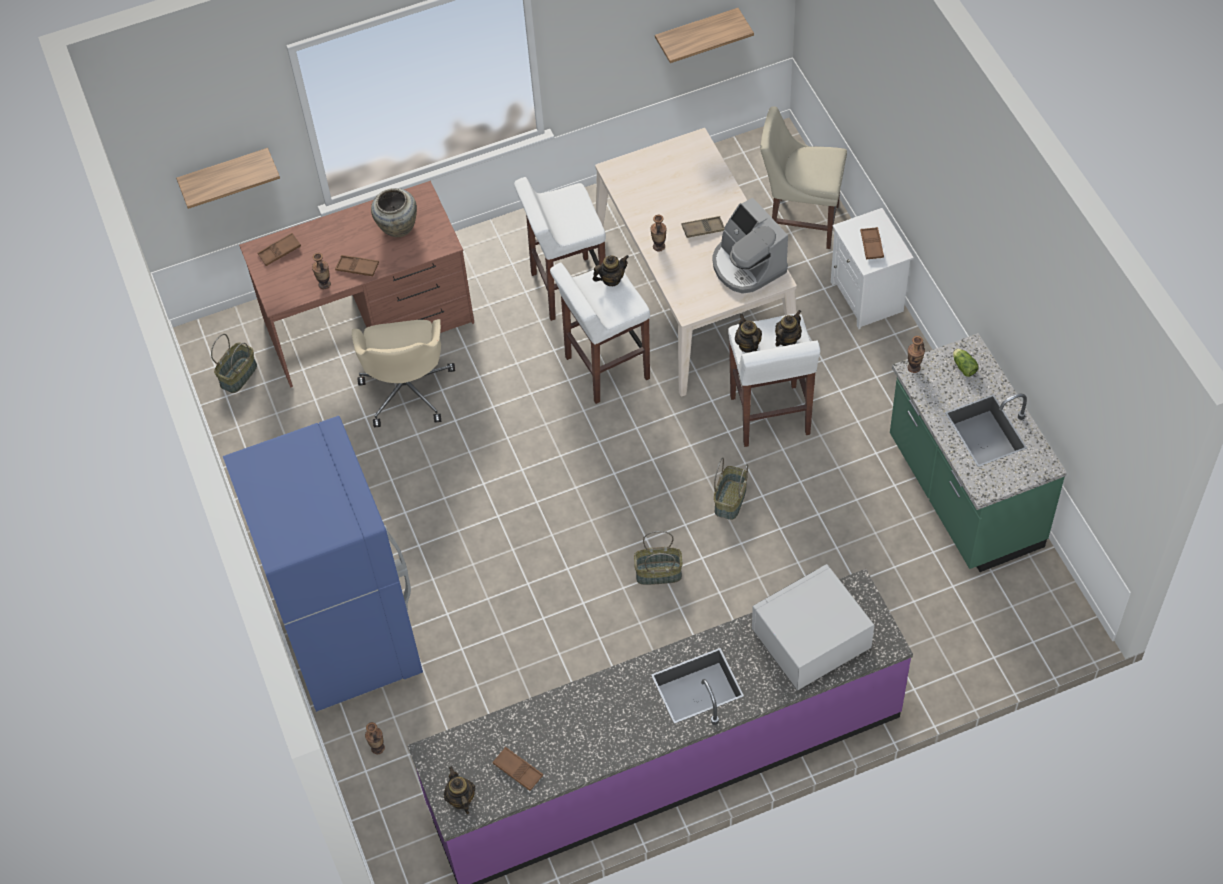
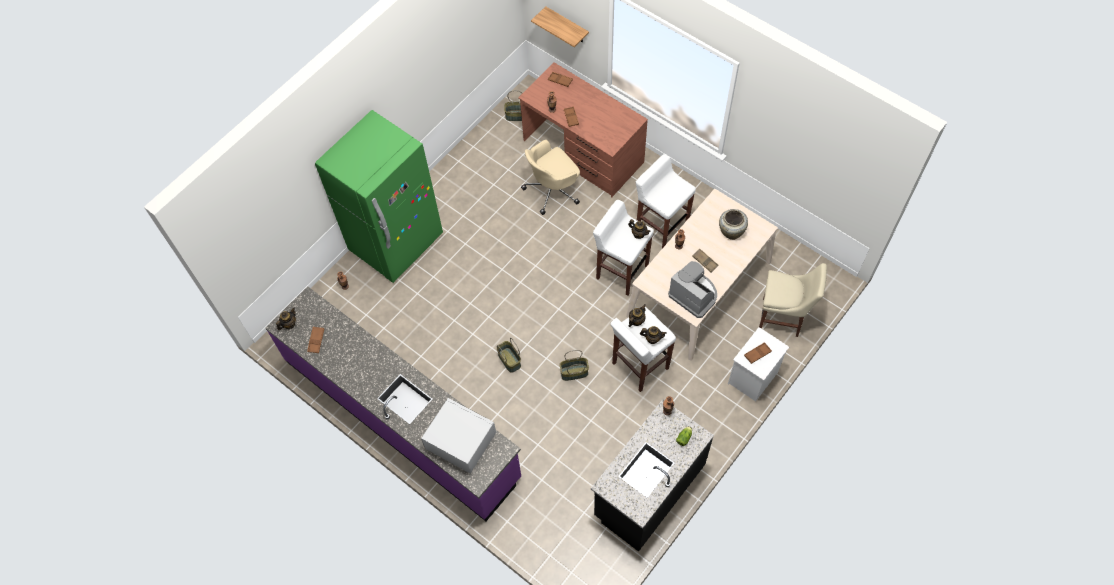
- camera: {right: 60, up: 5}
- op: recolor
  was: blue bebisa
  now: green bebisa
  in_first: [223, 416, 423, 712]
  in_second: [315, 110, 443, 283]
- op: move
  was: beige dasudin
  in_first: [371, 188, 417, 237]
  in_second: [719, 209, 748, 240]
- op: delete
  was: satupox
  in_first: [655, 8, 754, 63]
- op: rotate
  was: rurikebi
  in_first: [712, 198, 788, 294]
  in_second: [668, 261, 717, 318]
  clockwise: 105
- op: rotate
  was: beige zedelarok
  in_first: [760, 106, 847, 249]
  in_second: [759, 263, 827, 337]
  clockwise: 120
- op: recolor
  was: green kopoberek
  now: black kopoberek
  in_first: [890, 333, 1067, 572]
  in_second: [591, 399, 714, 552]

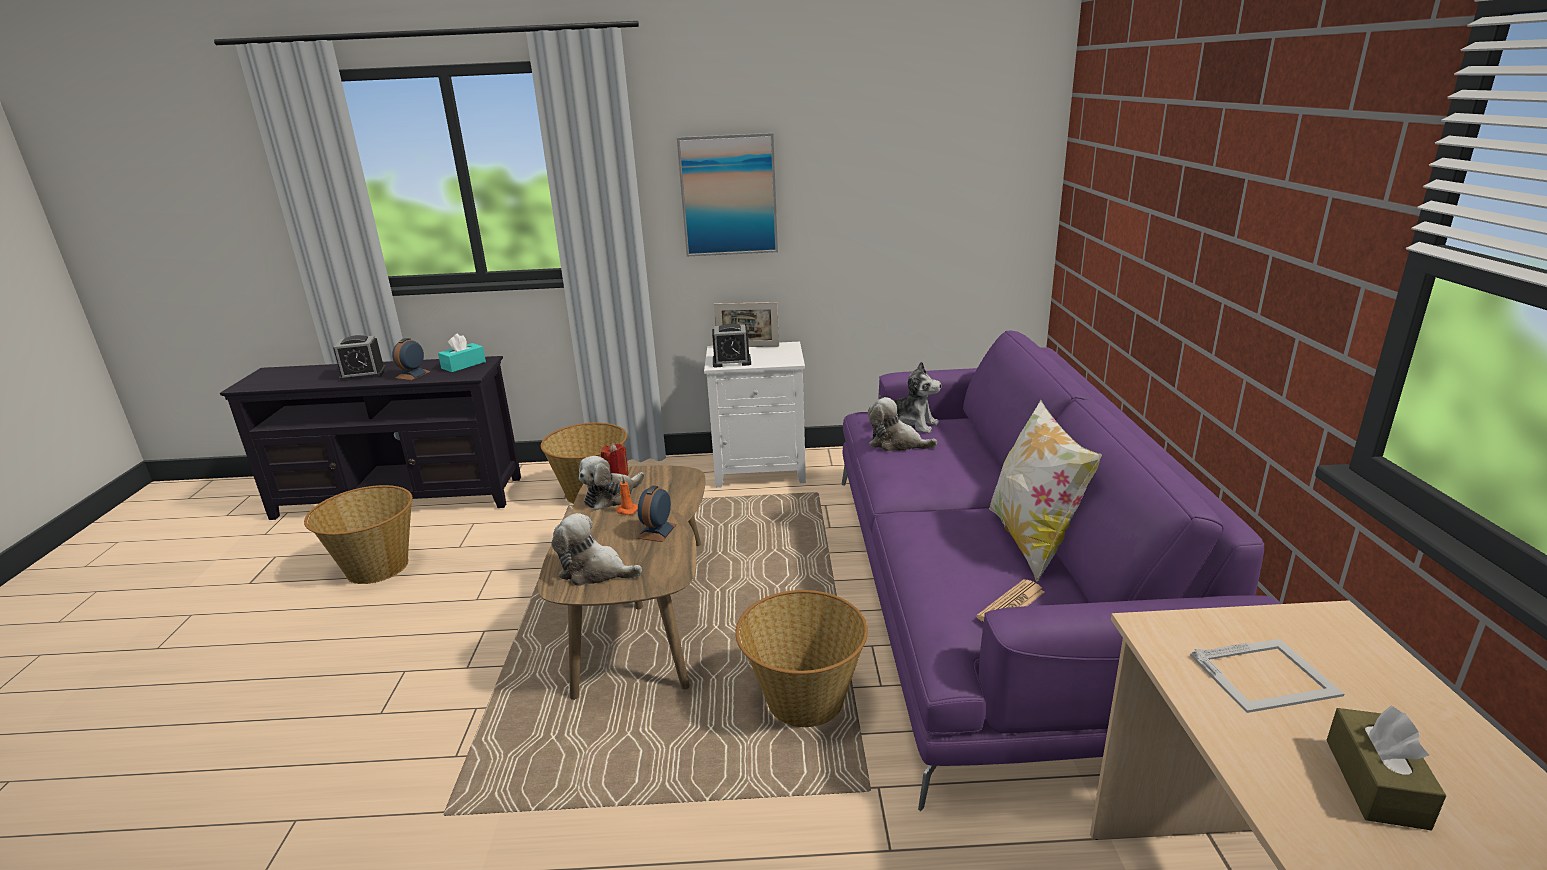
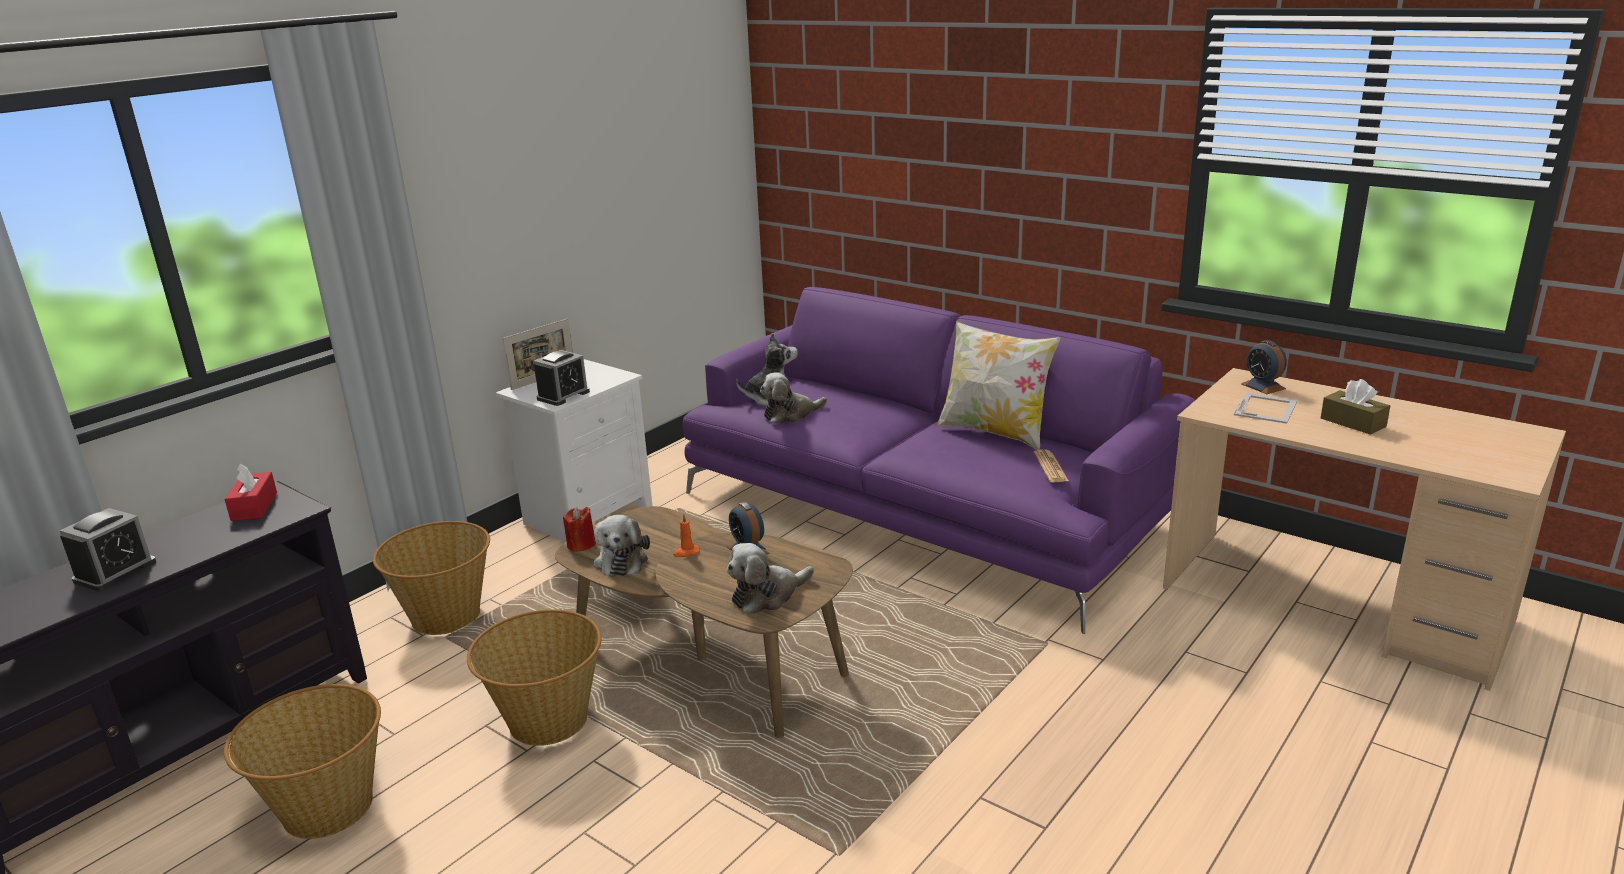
- camera: {right: -50, up: 0}
- op: move
  was: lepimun
  in_first: [392, 338, 431, 380]
  in_second: [1241, 340, 1287, 394]
- op: recolor
  was: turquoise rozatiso
  now: red rozatiso
  in_first: [438, 333, 486, 372]
  in_second: [224, 463, 277, 521]
- op: delete
  was: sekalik
  in_first: [677, 133, 778, 256]
- op: move
  was: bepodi
  in_first: [735, 590, 868, 727]
  in_second: [467, 609, 602, 746]

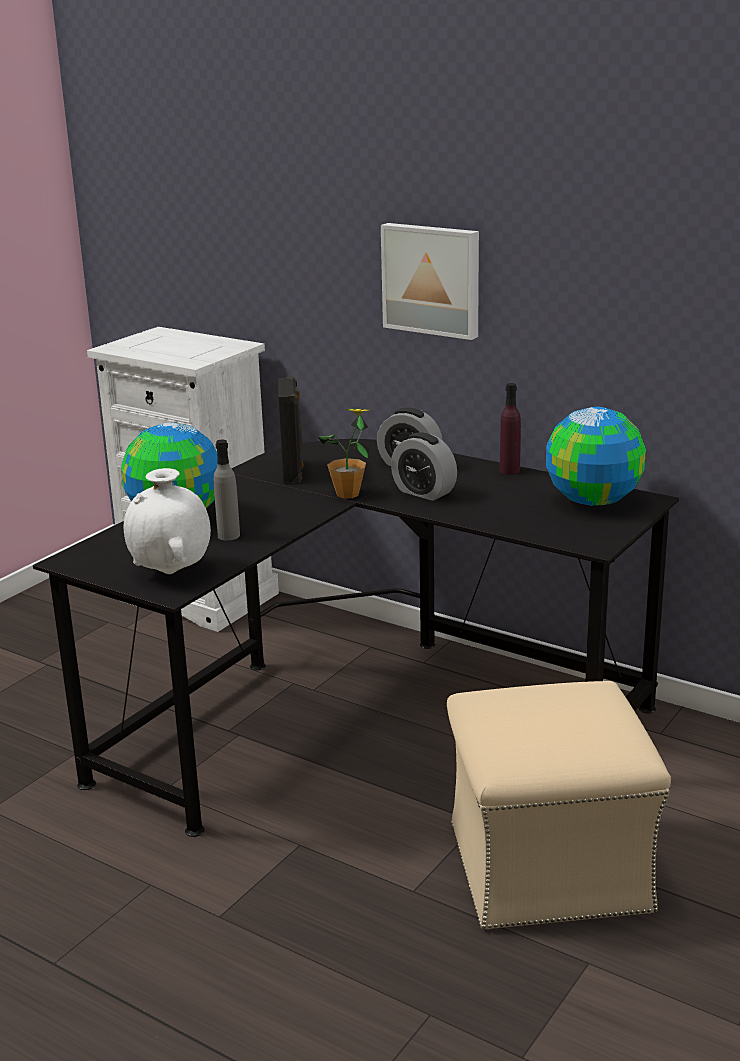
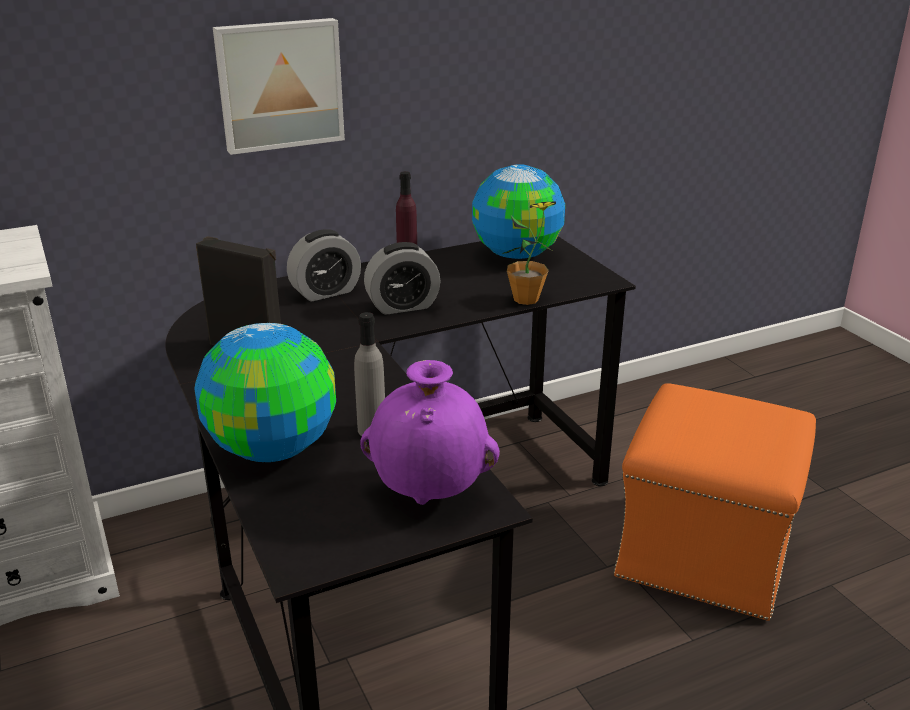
- camera: {right: -60, up: 5}
- op: recolor
  was: white dasudin
  now: purple dasudin
  in_first: [124, 468, 211, 574]
  in_second: [360, 360, 500, 505]
- op: move
  was: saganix
  in_first: [317, 409, 371, 499]
  in_second: [502, 201, 556, 305]
- op: recolor
  was: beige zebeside
  now: orange zebeside
  in_first: [447, 681, 671, 930]
  in_second: [614, 383, 816, 621]

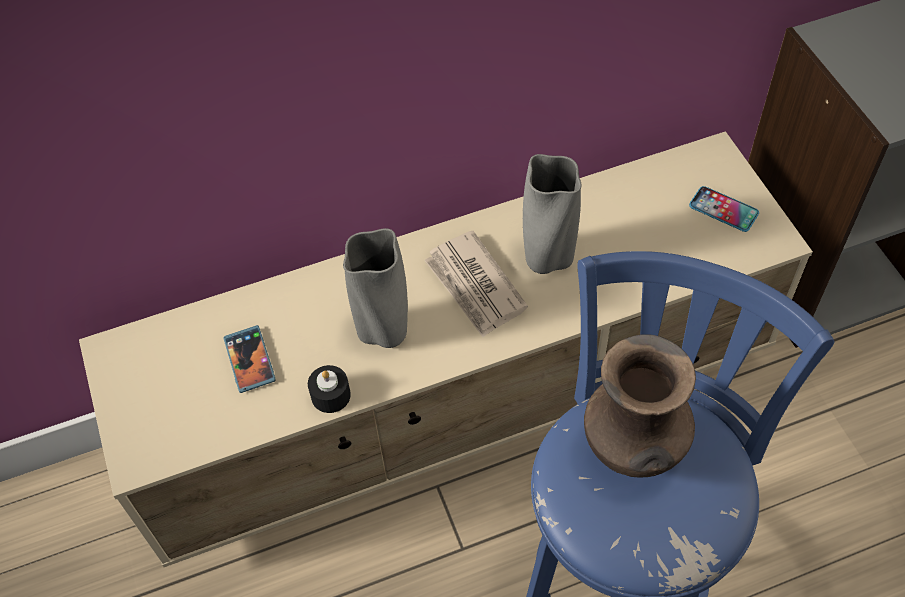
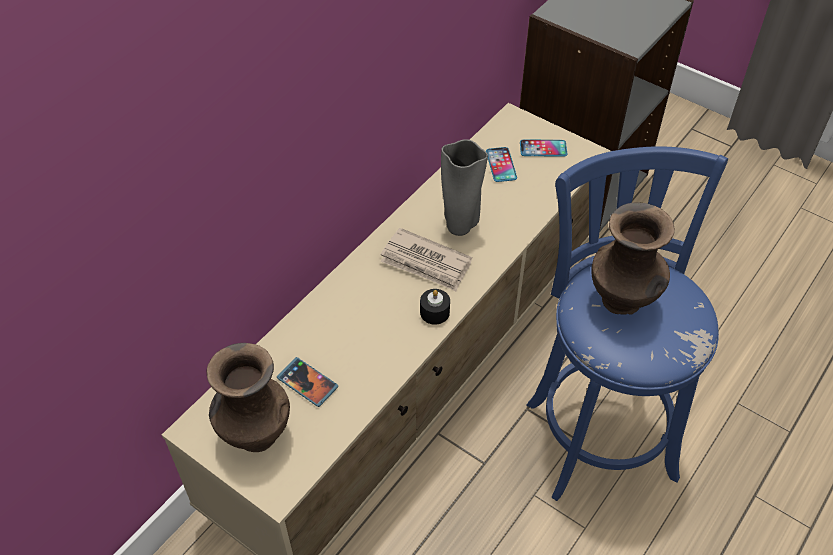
- camera: {right: -35, up: -5}
- op: move
  was: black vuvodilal
  in_first: [308, 365, 351, 413]
  in_second: [420, 289, 450, 325]
- op: delete
  was: grey dasudin
  in_first: [343, 228, 408, 348]
- op: insert
  now: brown dasudin
  in_second: [207, 343, 290, 452]
- op: insert
  now: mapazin
  in_second: [486, 147, 517, 182]

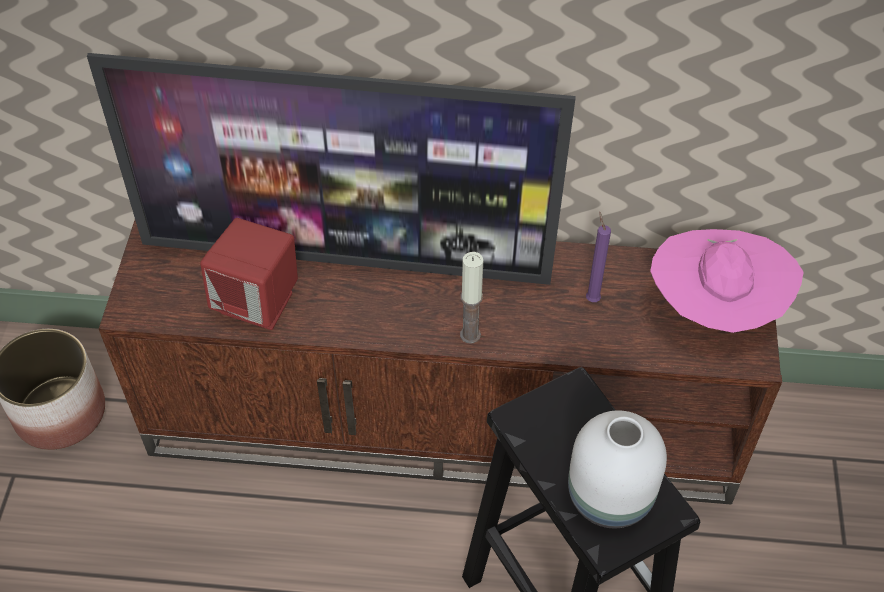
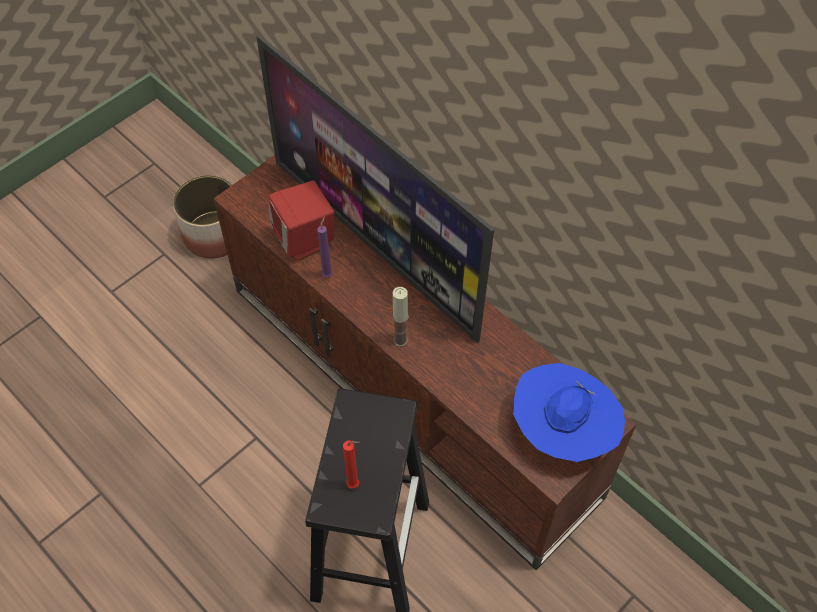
- camera: {right: 40, up: 5}
- op: replace
  was: white dasudin
  now: red vuvodilal
  in_first: [568, 411, 667, 528]
  in_second: [343, 441, 360, 489]
- op: move
  was: purple vuvodilal
  in_first: [586, 212, 611, 302]
  in_second: [317, 216, 333, 278]
- op: recolor
  was: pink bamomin
  now: blue bamomin
  in_first: [650, 229, 804, 333]
  in_second: [514, 363, 625, 462]

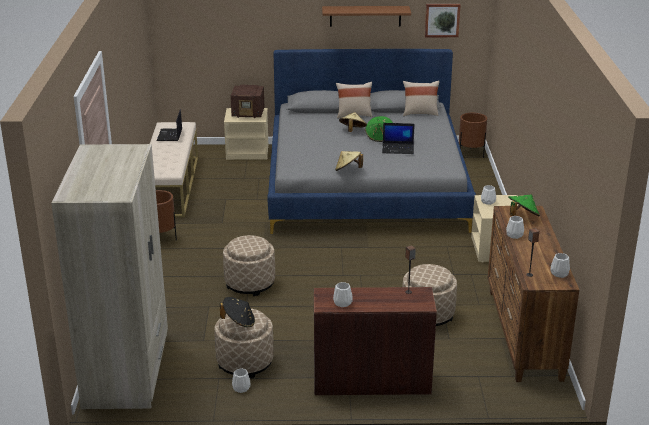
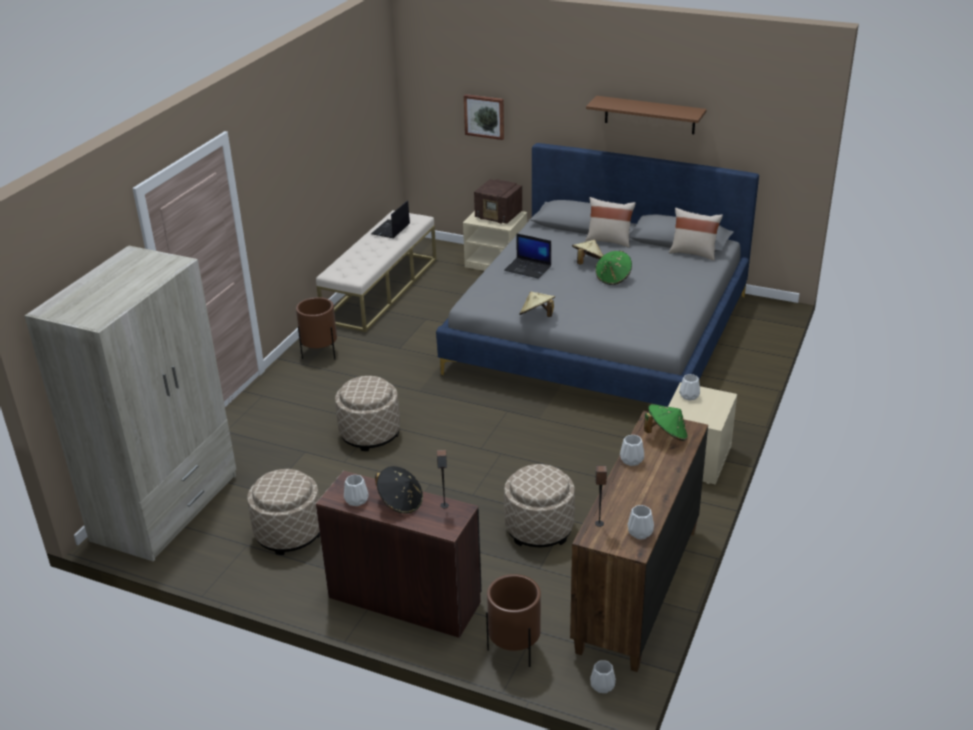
- camera: {right: 25, up: 5}
- op: move
  was: black bamomin
  in_first: [220, 297, 255, 327]
  in_second: [375, 466, 423, 513]
- op: move
  was: white dasudin
  in_first: [232, 369, 251, 393]
  in_second: [590, 660, 616, 693]
- op: move
  was: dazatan
  in_first: [382, 123, 415, 154]
  in_second: [504, 233, 551, 279]
- op: move
  was: sekalik
  in_first: [425, 4, 460, 37]
  in_second: [464, 94, 504, 140]
- op: move
  was: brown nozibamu
  in_first: [459, 113, 487, 158]
  in_second: [486, 574, 541, 667]

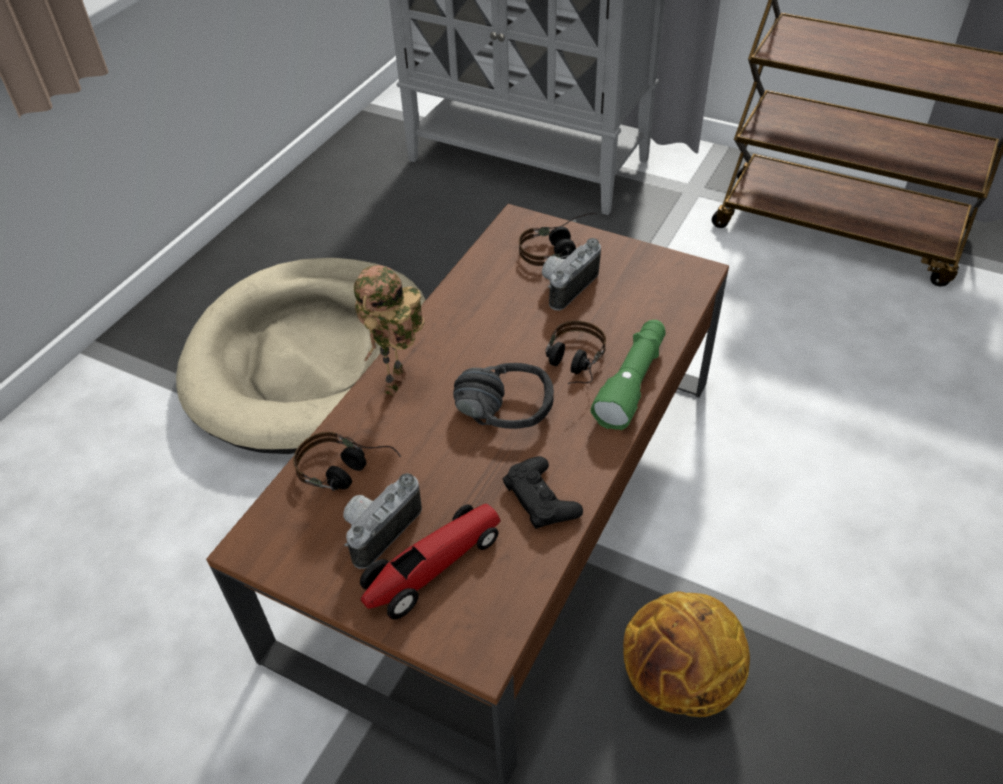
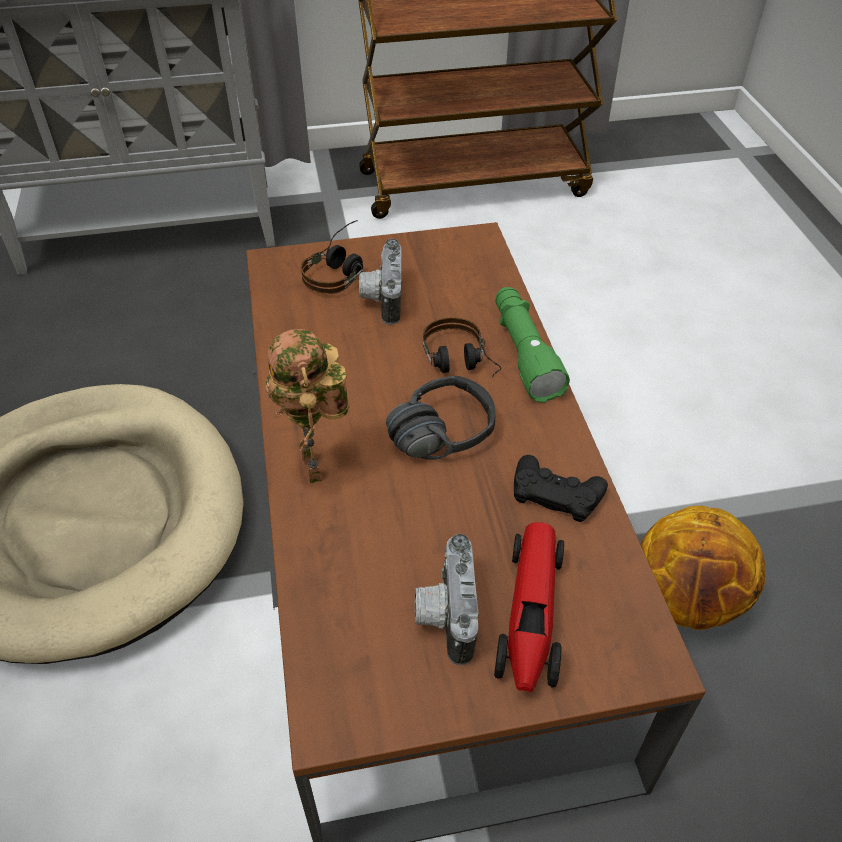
- camera: {right: -40, up: 0}
- op: delete
  was: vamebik
  in_first: [293, 432, 401, 491]

